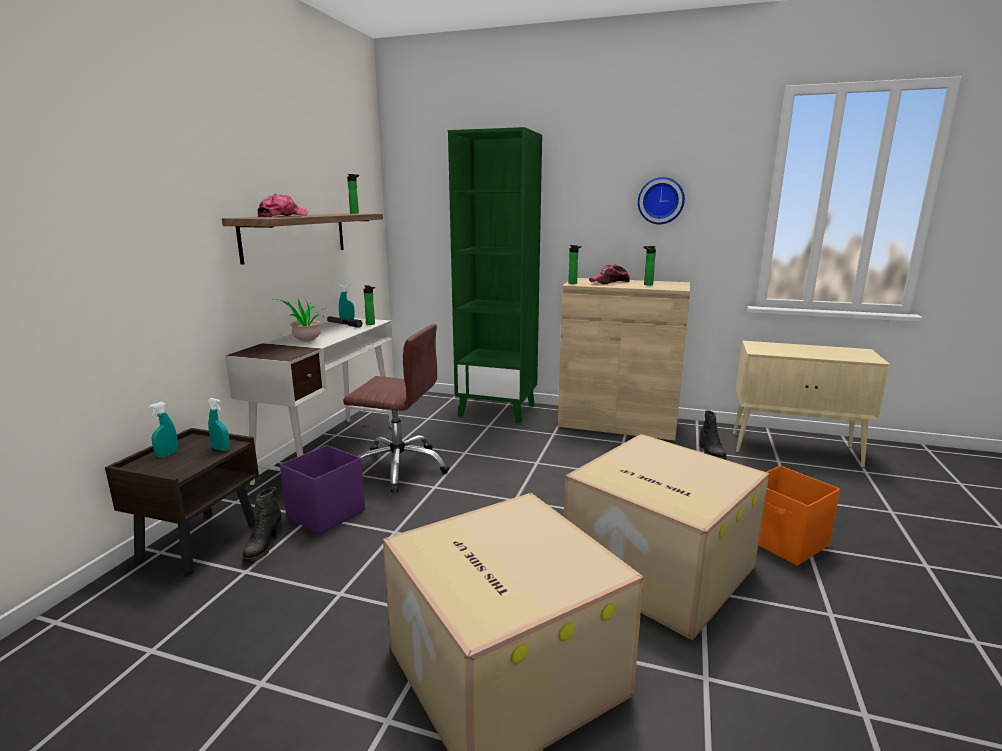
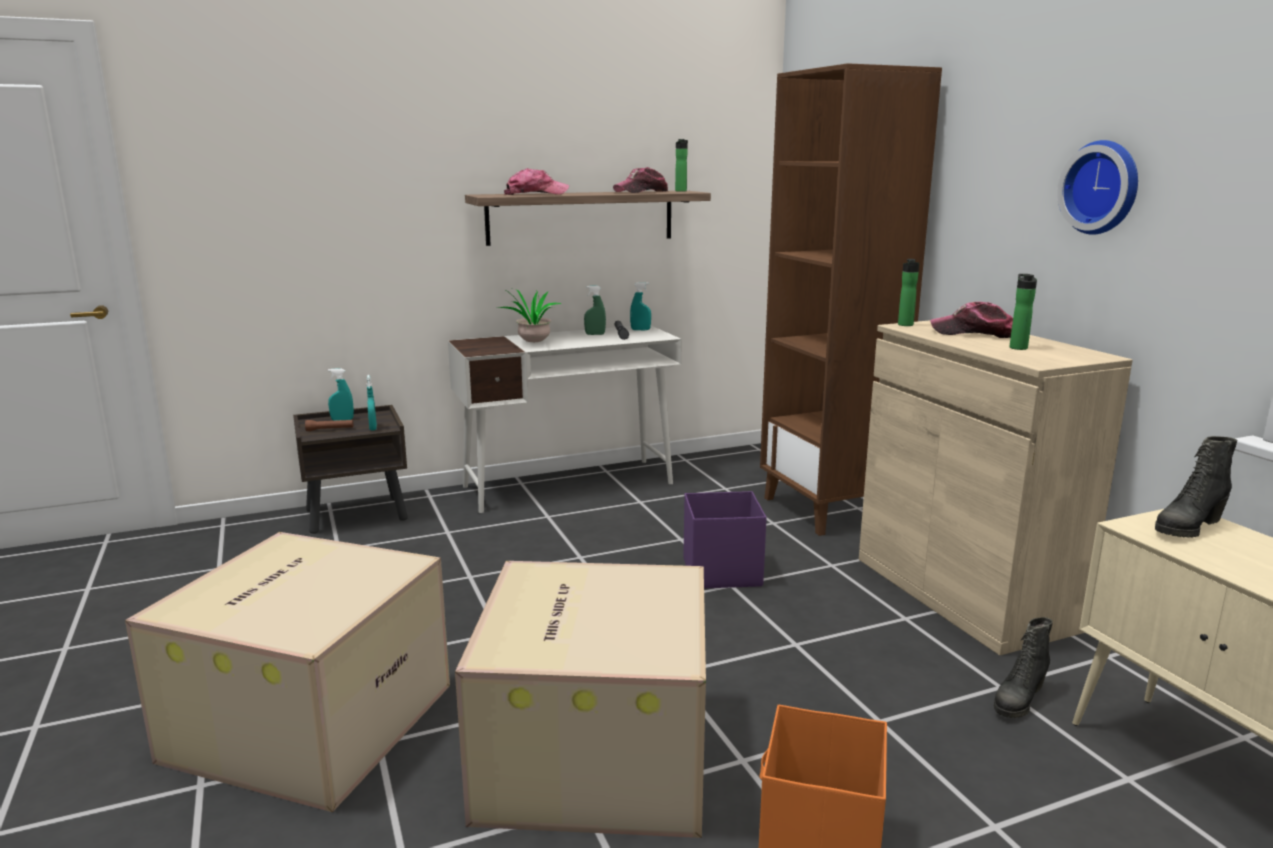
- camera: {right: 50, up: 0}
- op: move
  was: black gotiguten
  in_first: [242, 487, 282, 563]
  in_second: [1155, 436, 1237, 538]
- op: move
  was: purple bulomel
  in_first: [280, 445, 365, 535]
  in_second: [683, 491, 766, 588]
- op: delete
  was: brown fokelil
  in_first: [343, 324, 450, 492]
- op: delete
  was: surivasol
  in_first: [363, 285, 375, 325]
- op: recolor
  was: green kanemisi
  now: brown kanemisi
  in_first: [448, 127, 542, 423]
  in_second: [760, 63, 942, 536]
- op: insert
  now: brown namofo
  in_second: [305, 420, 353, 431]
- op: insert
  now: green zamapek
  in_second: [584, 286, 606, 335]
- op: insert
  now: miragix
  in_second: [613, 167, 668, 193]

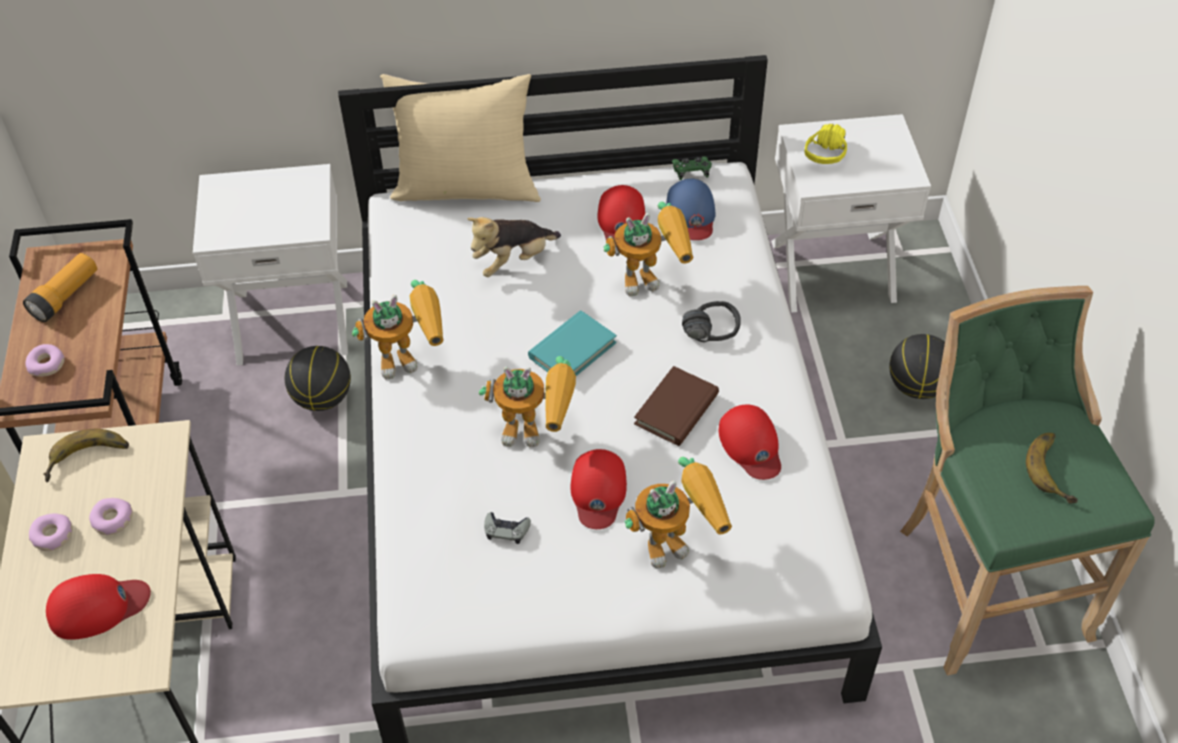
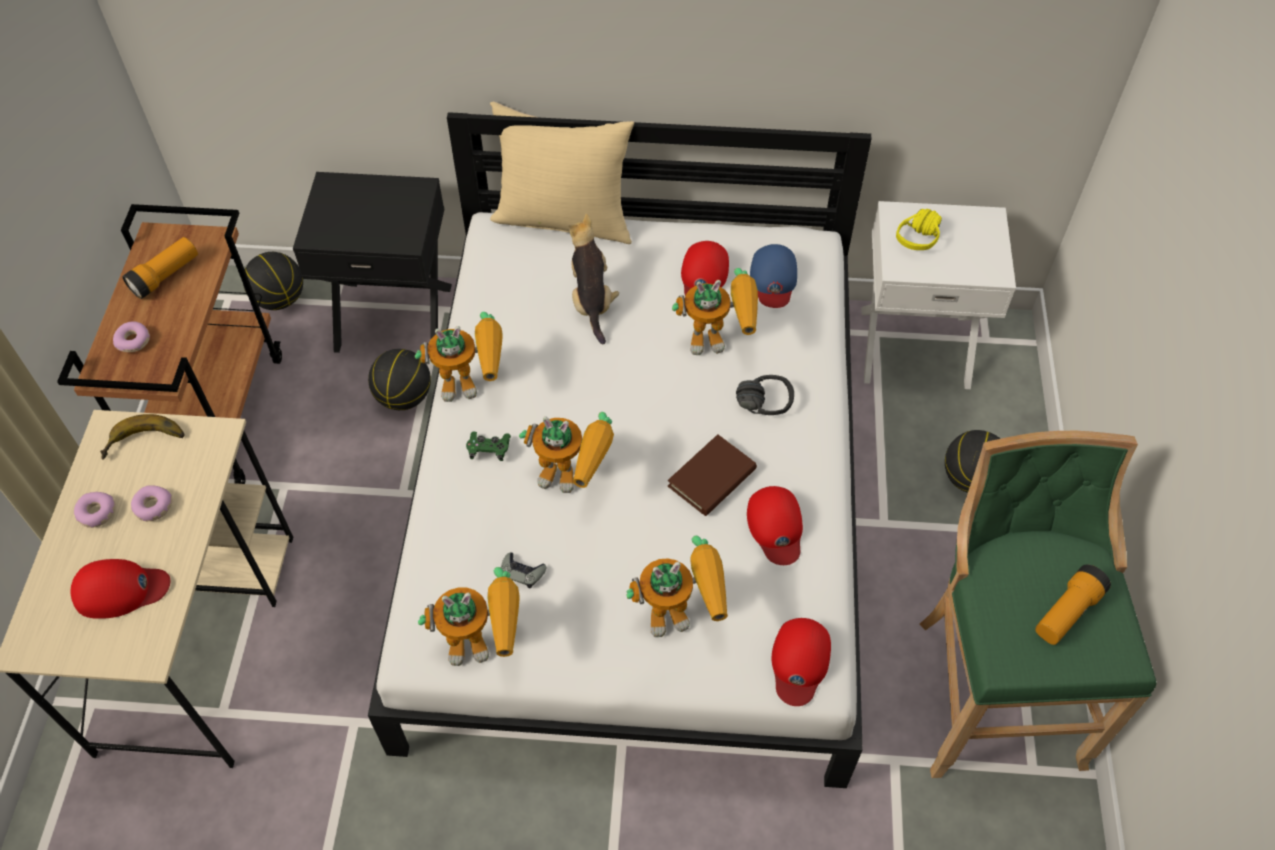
- camera: {right: 10, up: 5}
- op: recolor
  was: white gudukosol
  now: black gudukosol
  in_first: [193, 164, 348, 365]
  in_second: [293, 172, 452, 353]
- op: rotate
  was: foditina
  in_first: [467, 217, 561, 277]
  in_second: [569, 213, 619, 344]
  clockwise: 105
- op: delete
  was: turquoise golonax
  in_first: [528, 310, 617, 376]
- op: move
  was: red miragix
  in_first: [571, 449, 627, 529]
  in_second: [772, 618, 831, 706]
- op: move
  was: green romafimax
  in_first: [672, 156, 712, 180]
  in_second: [466, 431, 511, 461]
- op: replace
  was: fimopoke
  now: namofo
  in_first: [1026, 433, 1078, 504]
  in_second: [1035, 564, 1111, 645]
- op: insert
  now: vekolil
  in_second: [243, 252, 303, 310]
- op: insert
  now: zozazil
  in_second: [418, 567, 520, 666]

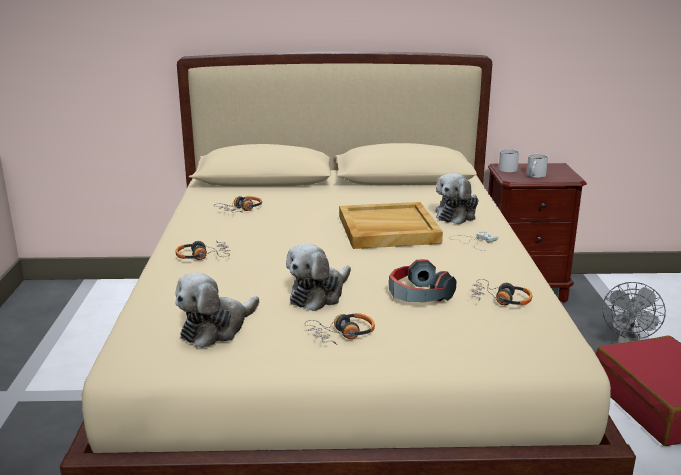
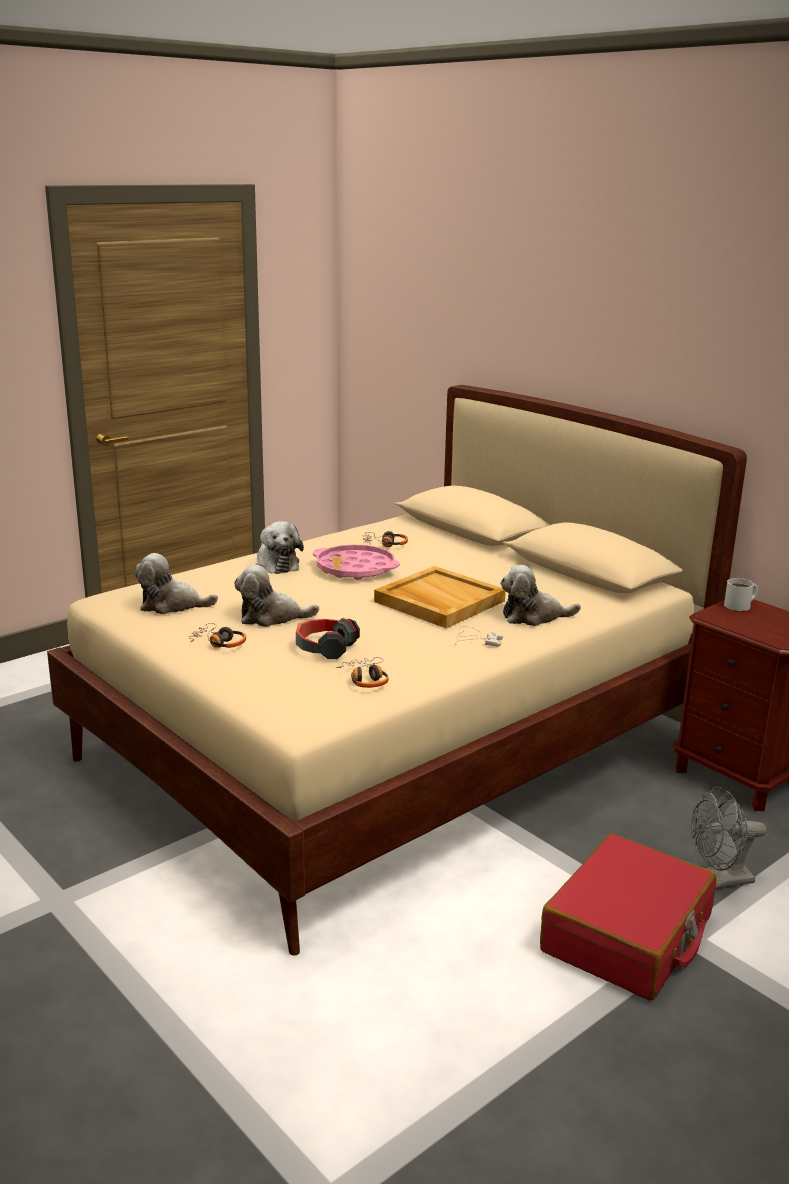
- camera: {right: 50, up: 0}
- op: replace
  was: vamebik
  now: foditina
  in_first: [176, 240, 231, 260]
  in_second: [256, 521, 304, 574]
- op: delete
  was: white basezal
  in_first: [527, 154, 548, 178]
- op: insert
  now: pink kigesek
  in_second: [313, 544, 400, 580]

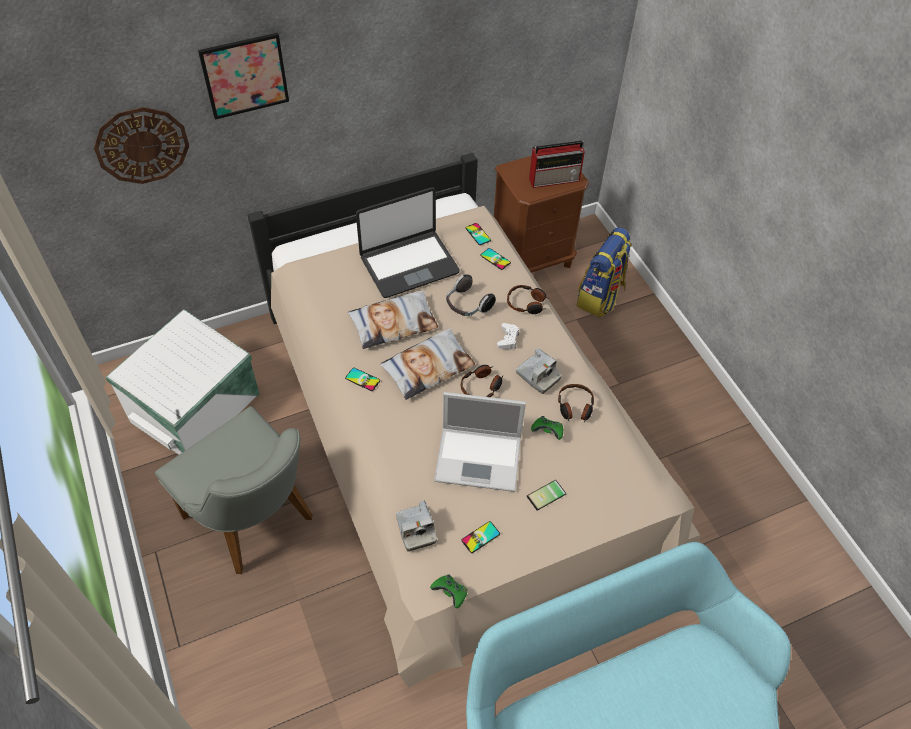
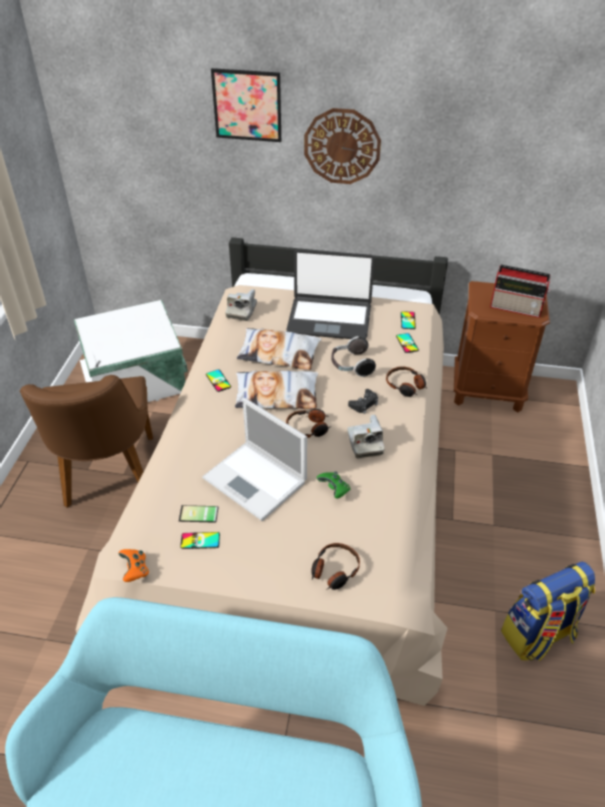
- camera: {right: 35, up: -10}
- op: move
  was: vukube
  in_first: [94, 107, 189, 184]
  in_second: [304, 108, 381, 184]
- op: recolor
  was: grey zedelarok
  now: brown zedelarok
  in_first: [155, 406, 312, 574]
  in_second: [20, 375, 153, 508]
- op: move
  was: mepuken
  in_first: [396, 500, 437, 552]
  in_second: [225, 289, 257, 321]
- op: recolor
  was: green romafimax
  now: orange romafimax
  in_first: [430, 574, 468, 608]
  in_second: [118, 549, 149, 582]
- op: recolor
  was: white romafimax
  now: black romafimax
  in_first: [497, 323, 519, 350]
  in_second: [348, 389, 378, 414]
- op: move
  was: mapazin
  in_first: [526, 480, 567, 511]
  in_second: [179, 505, 219, 523]
- op: move
  was: vamebik
  in_first: [558, 384, 594, 423]
  in_second: [311, 543, 360, 590]
- op: move
  was: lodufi
  in_first: [577, 227, 632, 317]
  in_second: [501, 562, 595, 661]

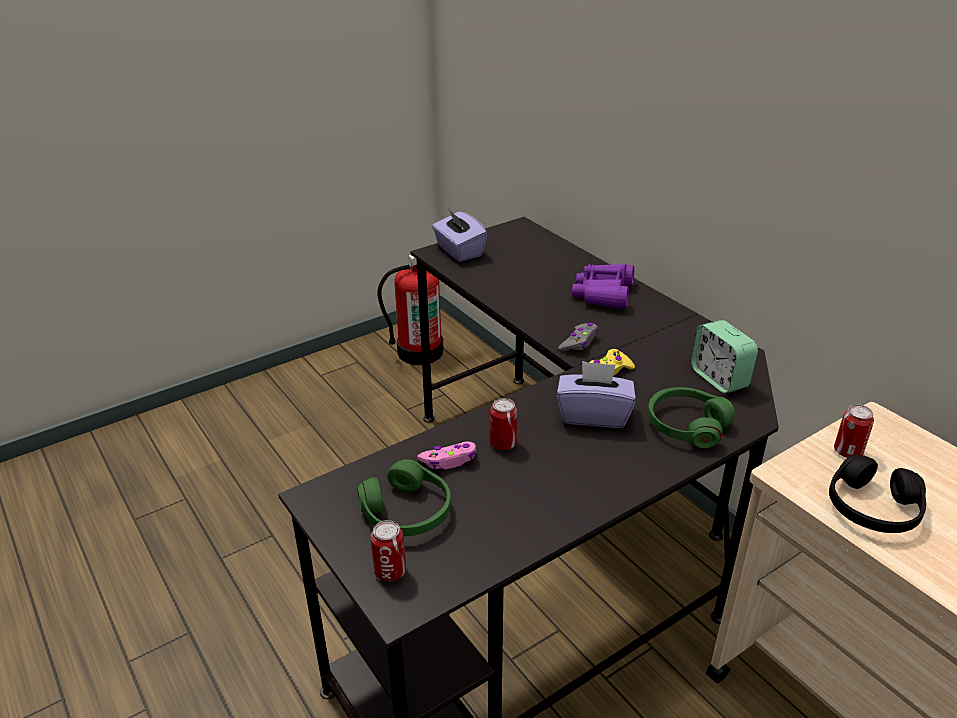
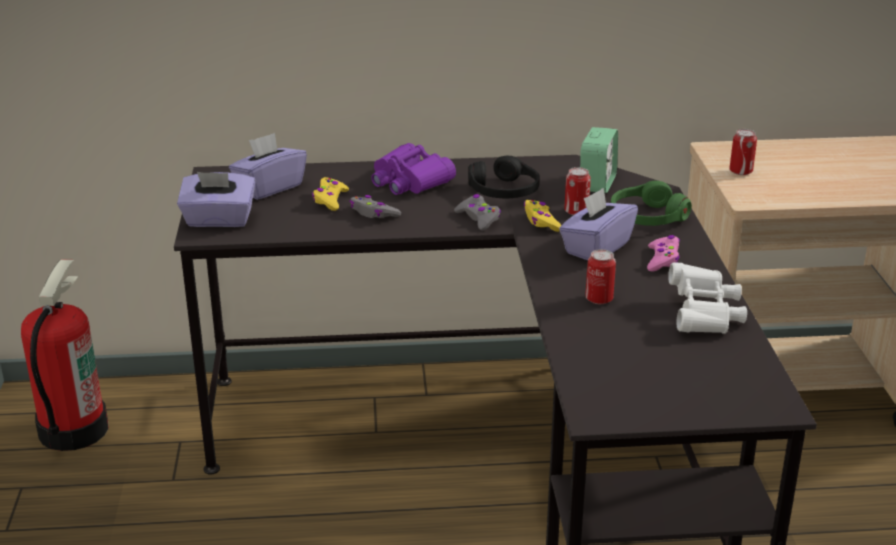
- camera: {right: -60, up: -5}
- op: delete
  was: green vamebik
  in_first: [357, 460, 451, 536]
- op: move
  was: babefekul
  in_first: [371, 520, 406, 582]
  in_second: [564, 167, 591, 215]
- op: move
  was: pink romafimax
  in_first: [417, 441, 476, 469]
  in_second: [647, 235, 680, 271]
- op: rotate
  was: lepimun
  in_first: [691, 320, 758, 394]
  in_second: [580, 127, 618, 193]
  clockwise: -75
- op: move
  was: black vamebik
  in_first: [829, 455, 926, 533]
  in_second: [468, 156, 540, 198]
- op: insert
  now: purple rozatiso
  in_second: [229, 133, 307, 200]
- op: insert
  now: yellow romafimax
  in_second: [312, 177, 349, 211]
- op: insert
  now: grey romafimax
  in_second: [349, 195, 401, 218]
- op: insert
  now: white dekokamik
  in_second: [668, 262, 747, 334]

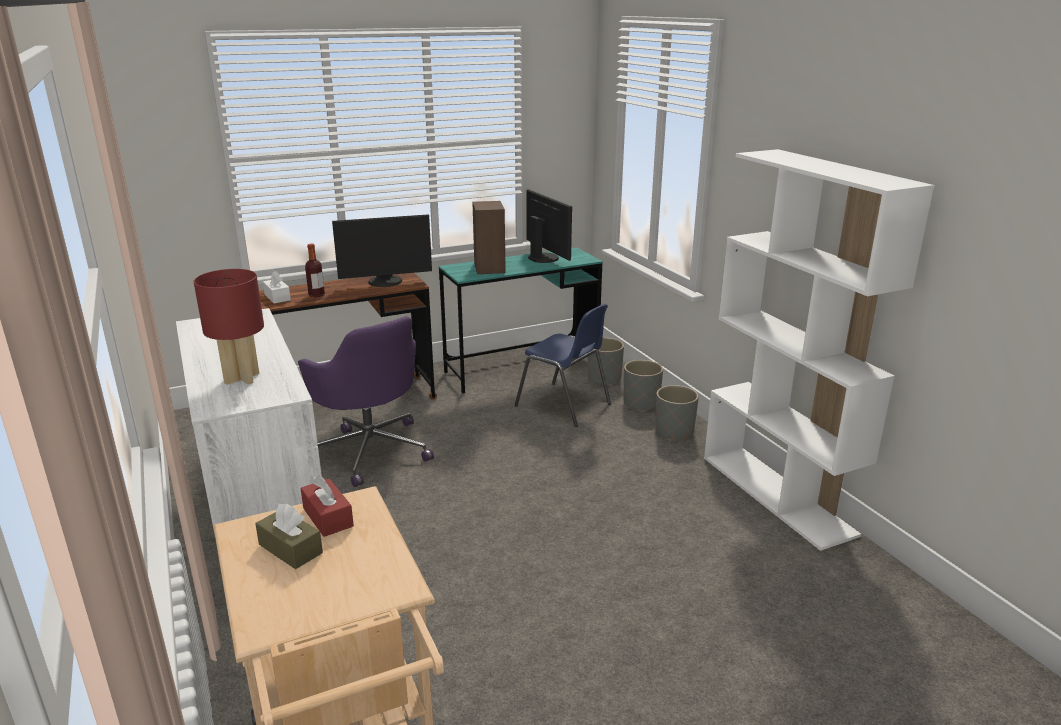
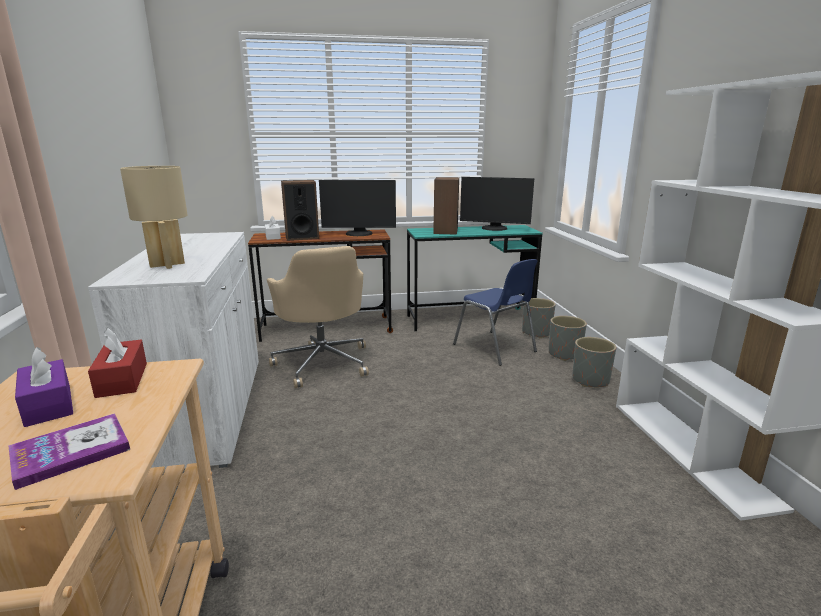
- camera: {right: 15, up: -5}
- op: recolor
  was: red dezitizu
  now: beige dezitizu
  in_first: [194, 269, 264, 385]
  in_second: [120, 166, 188, 269]
- op: recolor
  was: brown rozatiso
  now: purple rozatiso
  in_first: [255, 503, 323, 569]
  in_second: [15, 347, 73, 427]
- op: recolor
  was: purple fokelil
  now: beige fokelil
  in_first: [298, 316, 434, 487]
  in_second: [267, 246, 369, 388]
- op: replace
  was: surivasol
  now: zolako
  in_first: [305, 244, 325, 297]
  in_second: [281, 180, 319, 241]
- op: rotate
  was: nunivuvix
  in_first: [526, 189, 572, 263]
  in_second: [460, 177, 534, 231]
  clockwise: 120
- op: insert
  now: golonax
  in_second: [8, 413, 130, 490]

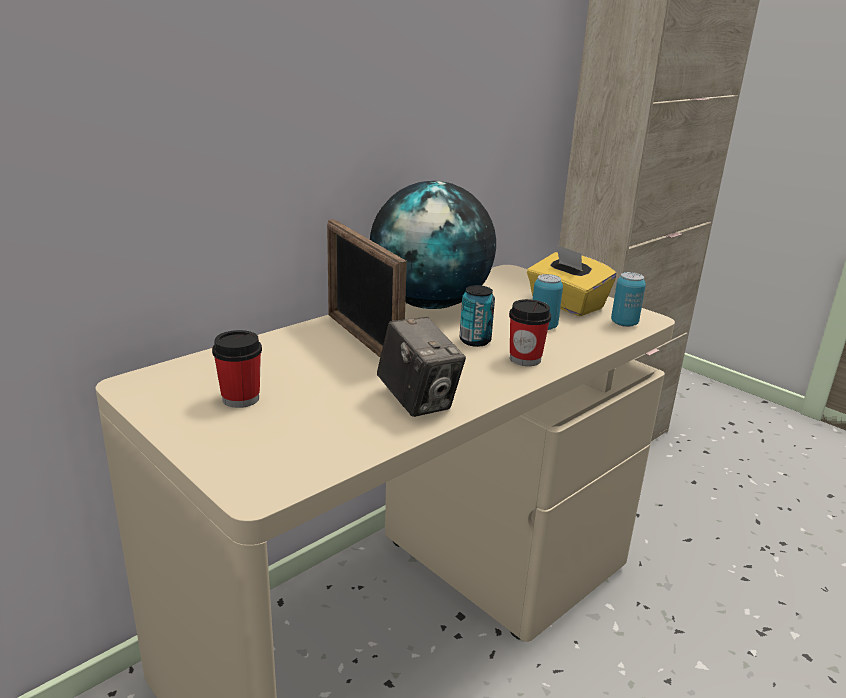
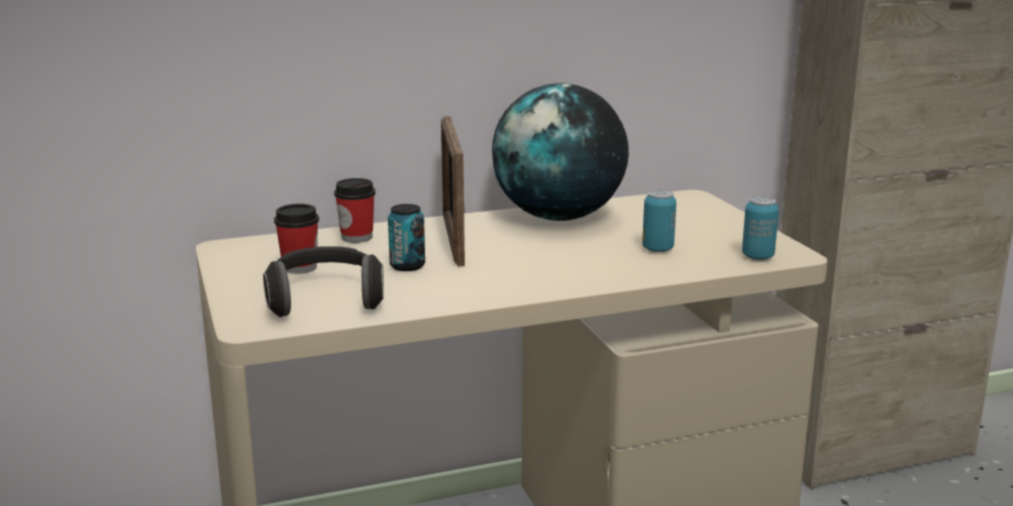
- camera: {right: 25, up: -5}
- op: delete
  was: mepuken
  in_first: [377, 317, 466, 417]
- op: move
  was: babefekul
  in_first: [460, 285, 495, 347]
  in_second: [388, 204, 425, 271]
- op: move
  was: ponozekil
  in_first: [509, 299, 551, 366]
  in_second: [334, 178, 375, 243]
- op: delete
  was: yellow rozatiso
  in_first: [527, 244, 617, 316]
- op: insert
  now: vamebik
  in_second: [263, 246, 384, 317]

